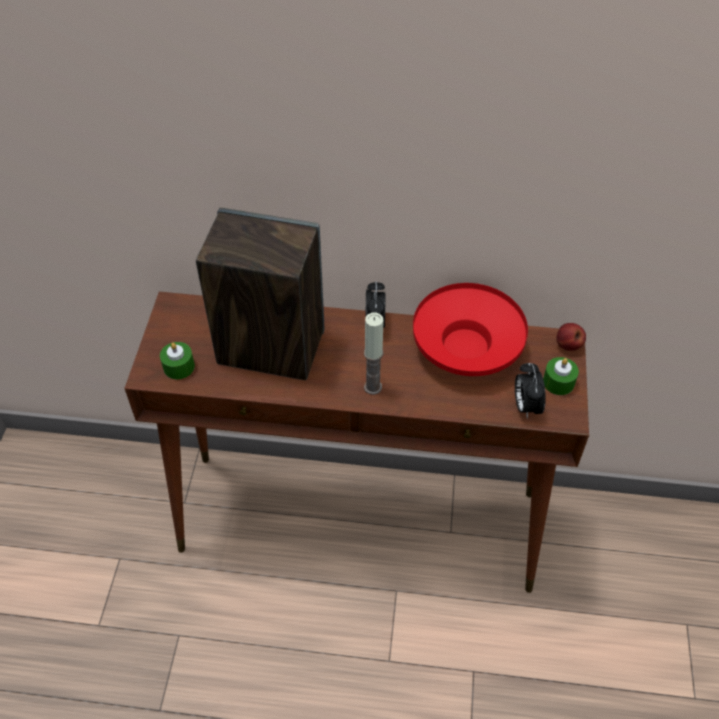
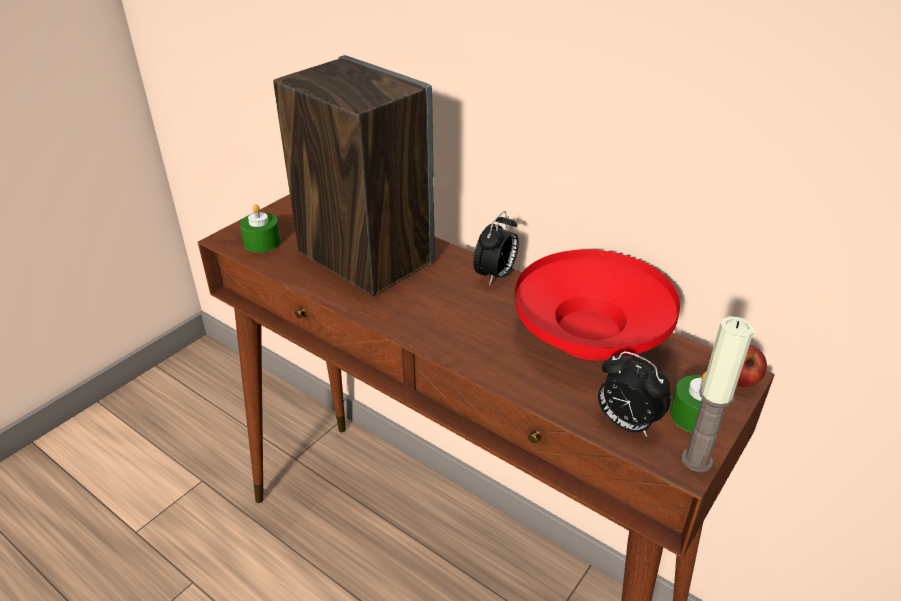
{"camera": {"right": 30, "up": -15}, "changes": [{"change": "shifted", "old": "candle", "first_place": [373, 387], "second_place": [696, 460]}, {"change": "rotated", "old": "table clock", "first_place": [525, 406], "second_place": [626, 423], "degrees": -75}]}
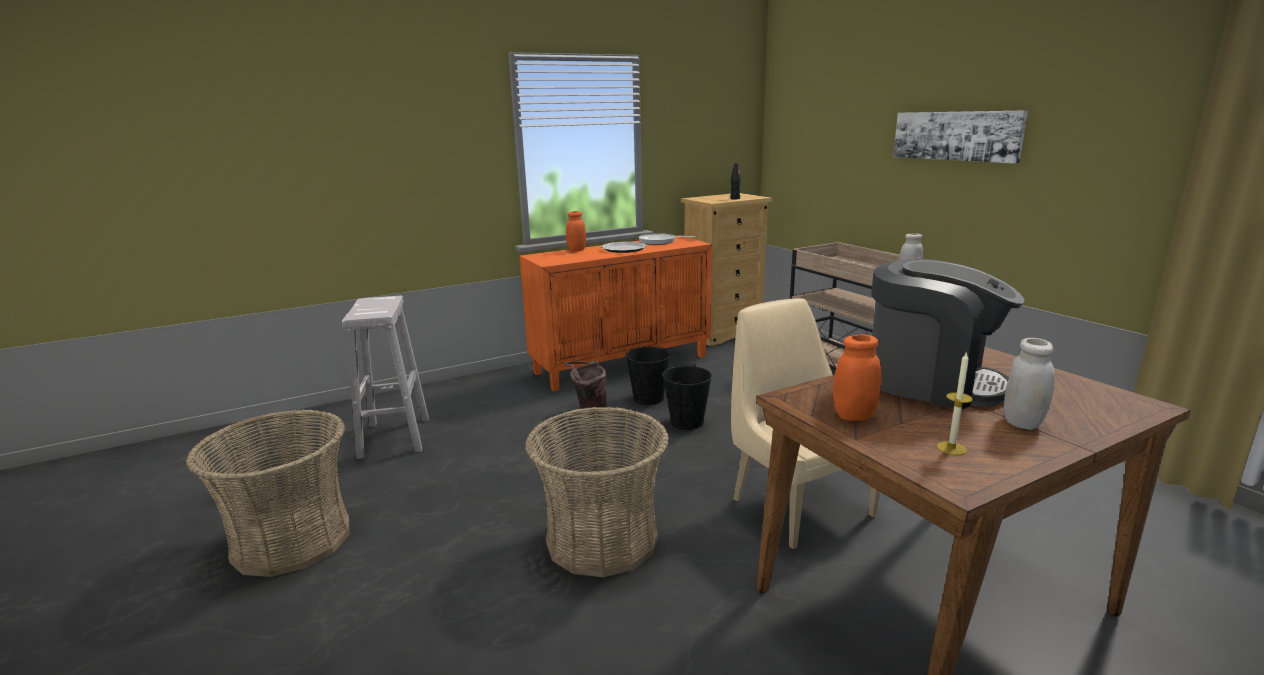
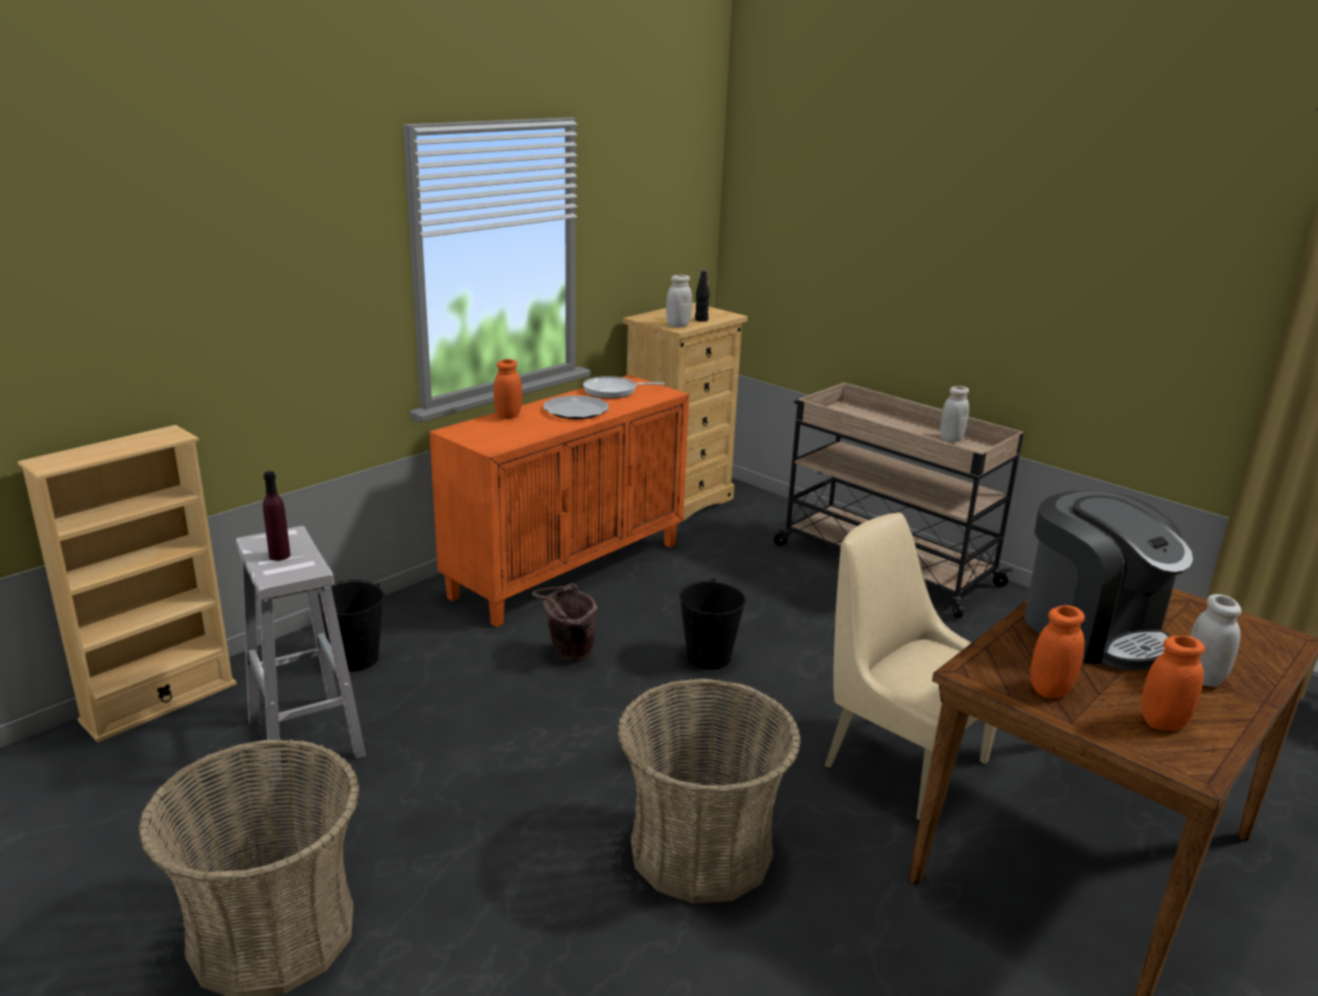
{"camera": {"right": -20, "up": 5}, "changes": [{"change": "gone", "old": "picture", "first_place": [956, 135]}, {"change": "rotated", "old": "coffee machine", "first_place": [931, 383], "second_place": [1092, 630], "degrees": 45}, {"change": "shifted", "old": "bucket in black", "first_place": [649, 398], "second_place": [355, 658]}, {"change": "swapped", "old": "candle", "new": "storage jar in orange-coloured", "first_place": [951, 448], "second_place": [1163, 723]}, {"change": "new", "new": "storage jar in white", "second_place": [678, 325]}, {"change": "new", "new": "shelving unit in beige", "second_place": [159, 702]}, {"change": "new", "new": "drink bottle in purplish", "second_place": [279, 556]}]}
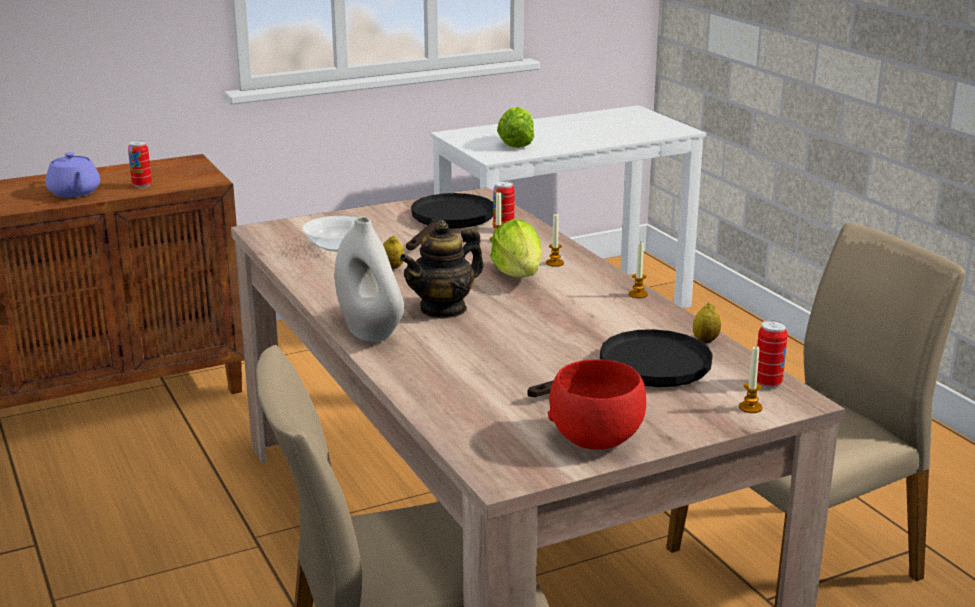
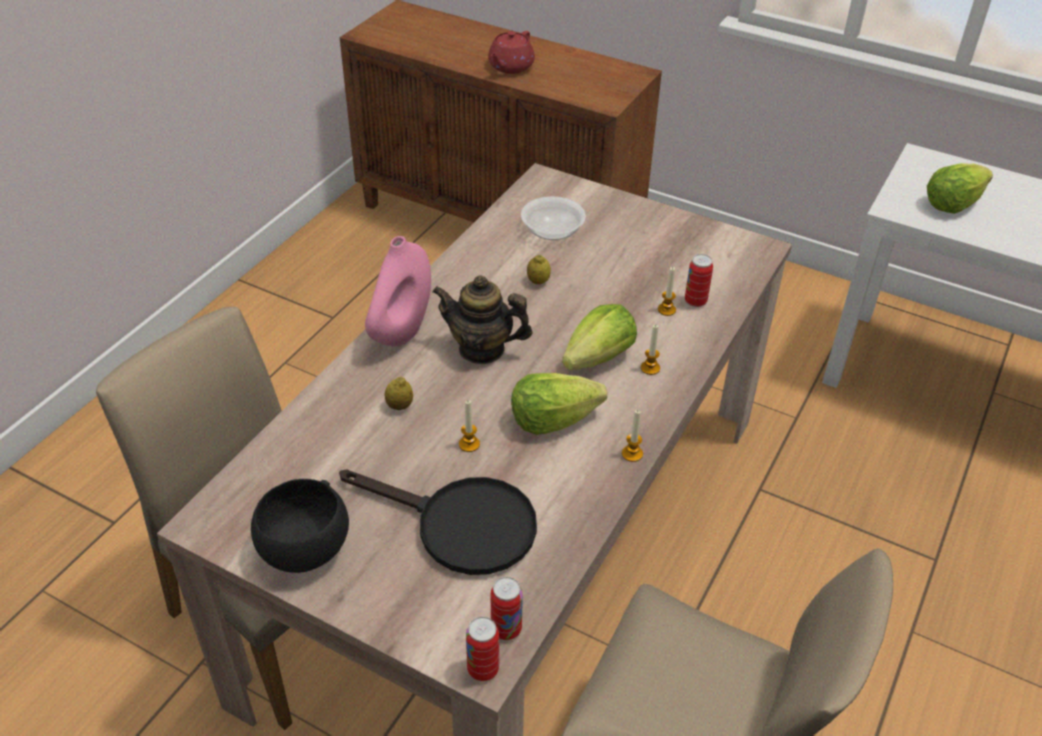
{"camera": {"right": 55, "up": 20}, "changes": [{"change": "shifted", "old": "can", "first_place": [142, 185], "second_place": [483, 669]}, {"change": "repainted", "old": "teapot in purplish", "new": "teapot in reddish", "first_place": [74, 193], "second_place": [510, 67]}, {"change": "gone", "old": "pan in black", "first_place": [449, 221]}, {"change": "repainted", "old": "flower vase in white", "new": "flower vase in pink-coloured", "first_place": [370, 332], "second_place": [401, 332]}, {"change": "shifted", "old": "lemon", "first_place": [705, 340], "second_place": [399, 406]}, {"change": "shifted", "old": "candle", "first_place": [750, 407], "second_place": [469, 444]}, {"change": "repainted", "old": "serving bowl in reddish", "new": "serving bowl in black", "first_place": [596, 439], "second_place": [303, 552]}, {"change": "new", "new": "head of lettuce", "second_place": [552, 420]}]}
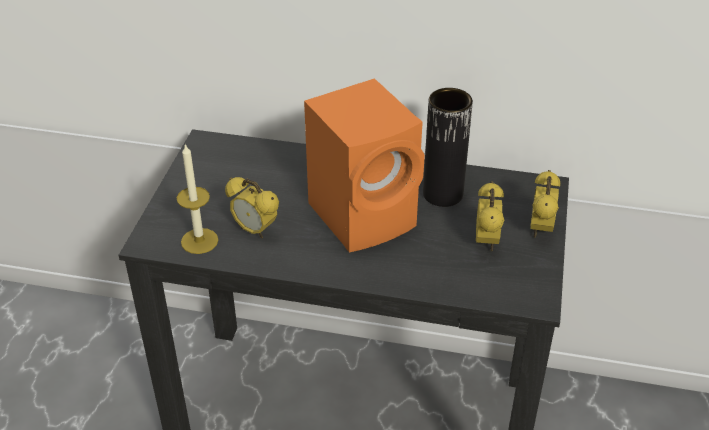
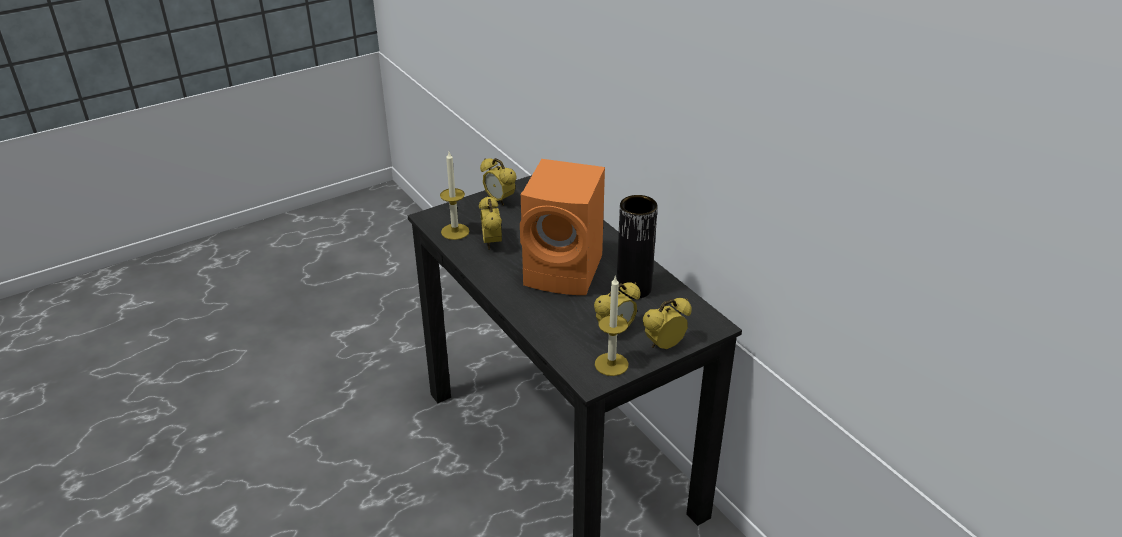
{"camera": {"right": 45, "up": -5}, "changes": [{"change": "new", "new": "table clock", "second_place": [499, 200]}, {"change": "new", "new": "candle", "second_place": [611, 364]}]}
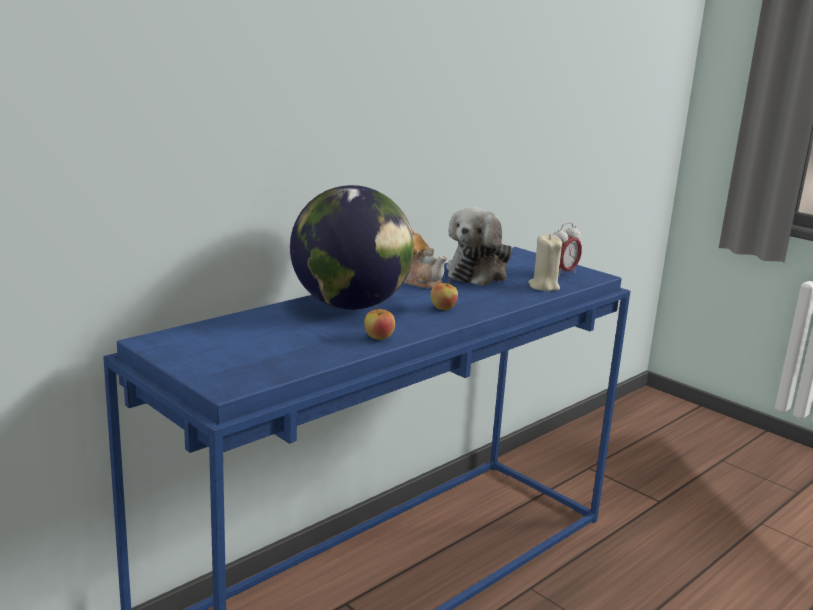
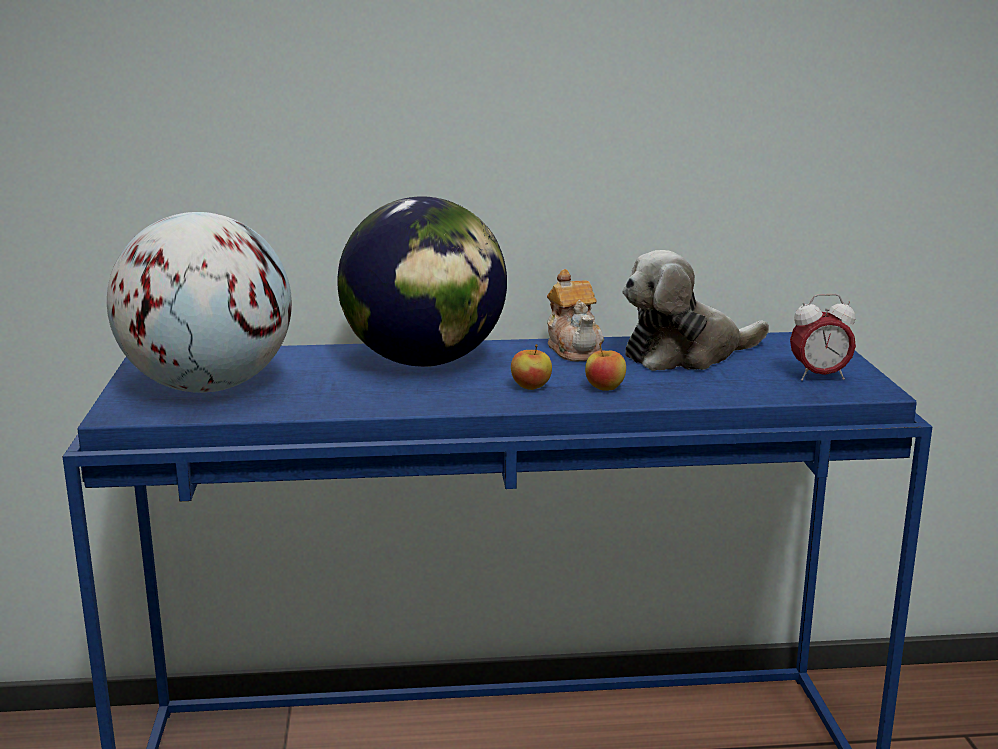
{"camera": {"right": 40, "up": 0}, "changes": [{"change": "gone", "old": "candle in beige", "first_place": [543, 286]}, {"change": "shifted", "old": "apple fruit", "first_place": [379, 338], "second_place": [605, 388]}, {"change": "new", "new": "world globe", "second_place": [207, 387]}]}
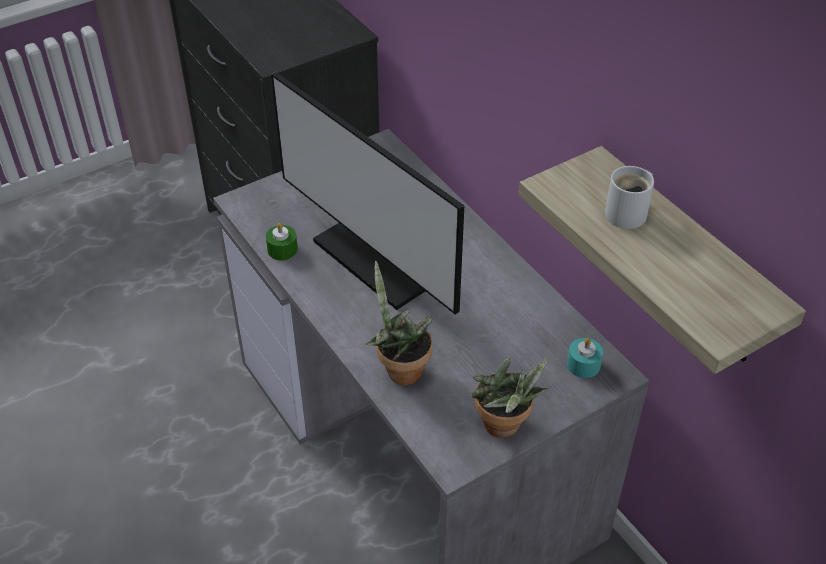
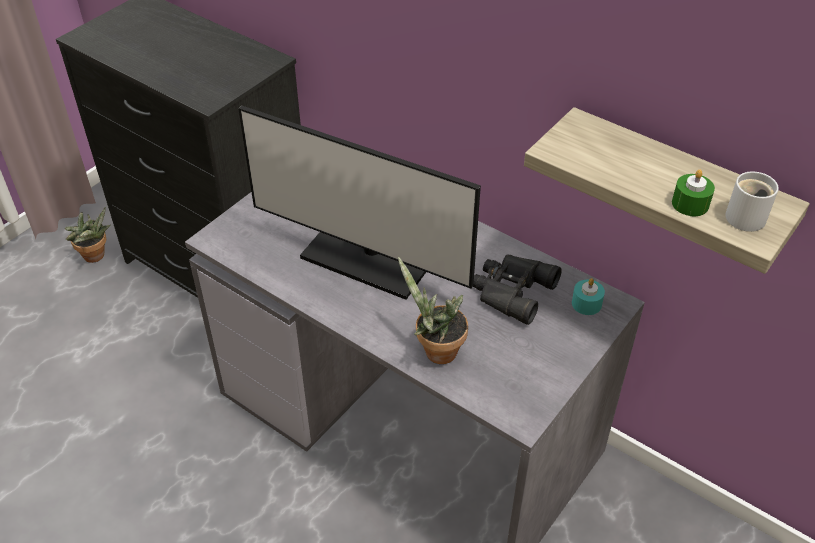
{"camera": {"right": -20, "up": 0}, "changes": [{"change": "shifted", "old": "tea mug in white", "first_place": [629, 213], "second_place": [747, 216]}, {"change": "shifted", "old": "candle in green", "first_place": [282, 249], "second_place": [690, 204]}, {"change": "shifted", "old": "potted plant", "first_place": [504, 428], "second_place": [96, 257]}, {"change": "new", "new": "field glasses in black", "second_place": [510, 291]}]}
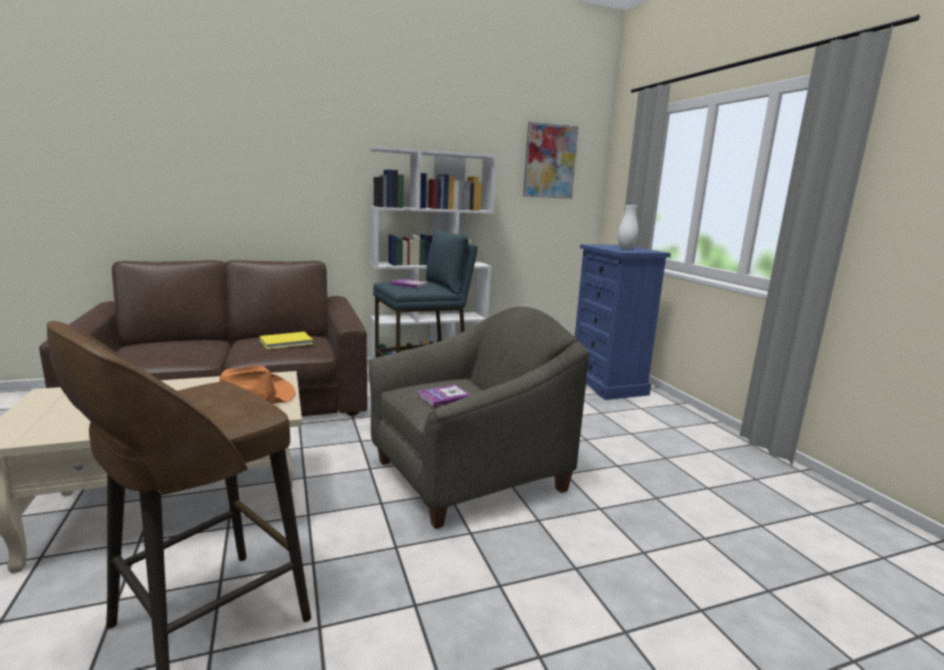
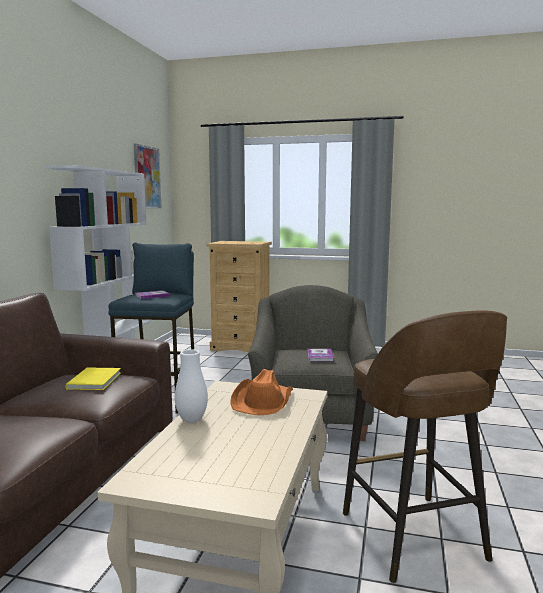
{"camera": {"right": -55, "up": -5}, "changes": [{"change": "shifted", "old": "flower vase in white", "first_place": [626, 249], "second_place": [192, 420]}, {"change": "repainted", "old": "chest of drawers in bluish", "new": "chest of drawers in beige", "first_place": [607, 385], "second_place": [241, 347]}]}
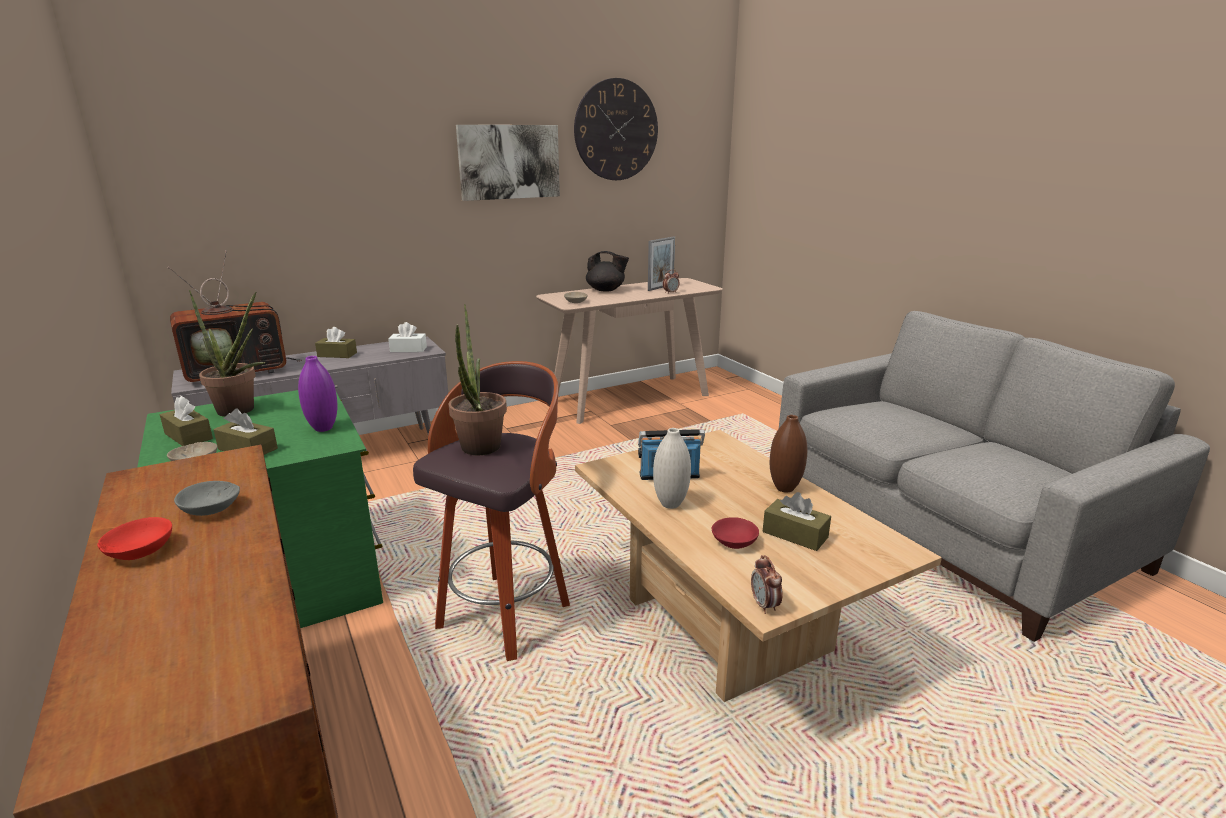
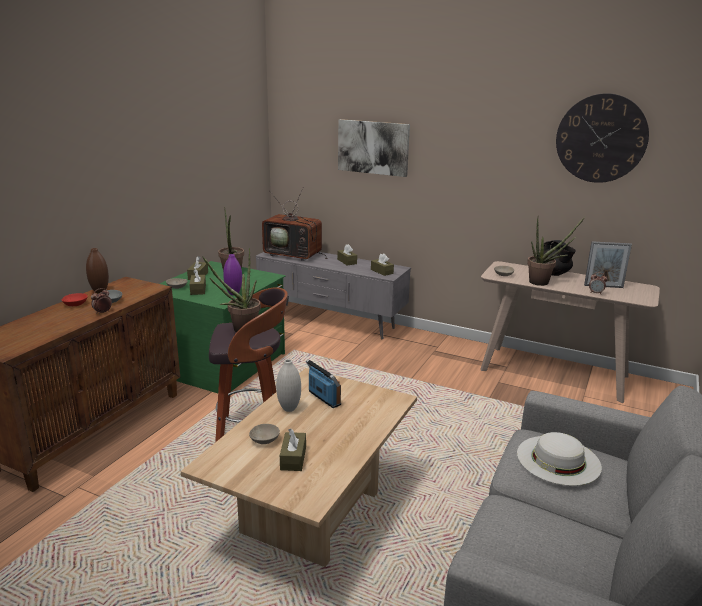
{"camera": {"right": 55, "up": 0}, "changes": [{"change": "shifted", "old": "picture", "first_place": [509, 162], "second_place": [373, 147]}, {"change": "repainted", "old": "tissue box in white", "new": "tissue box in brown-coloured", "first_place": [408, 349], "second_place": [382, 271]}, {"change": "shifted", "old": "flower vase in brown-coloured", "first_place": [784, 488], "second_place": [100, 291]}, {"change": "repainted", "old": "serving bowl in reddish", "new": "serving bowl in beige", "first_place": [736, 542], "second_place": [265, 440]}, {"change": "shifted", "old": "table clock", "first_place": [764, 605], "second_place": [102, 312]}, {"change": "new", "new": "potted plant", "second_place": [543, 283]}, {"change": "new", "new": "clothing hat in white", "second_place": [558, 460]}]}
